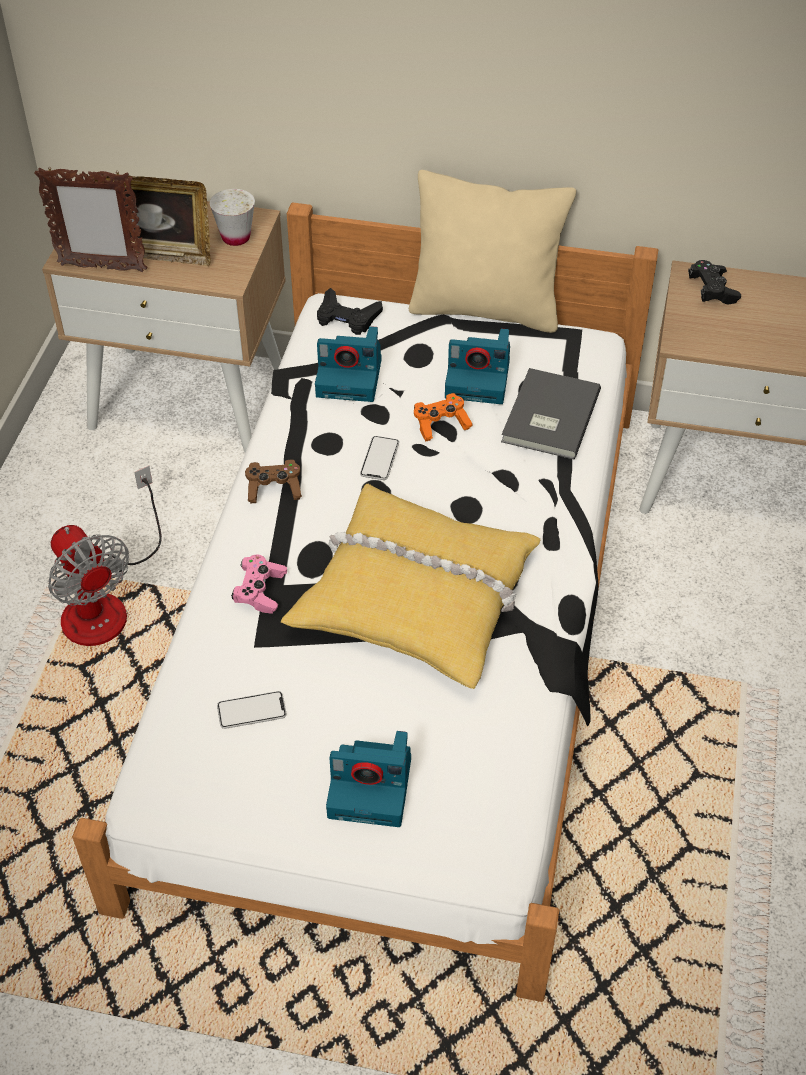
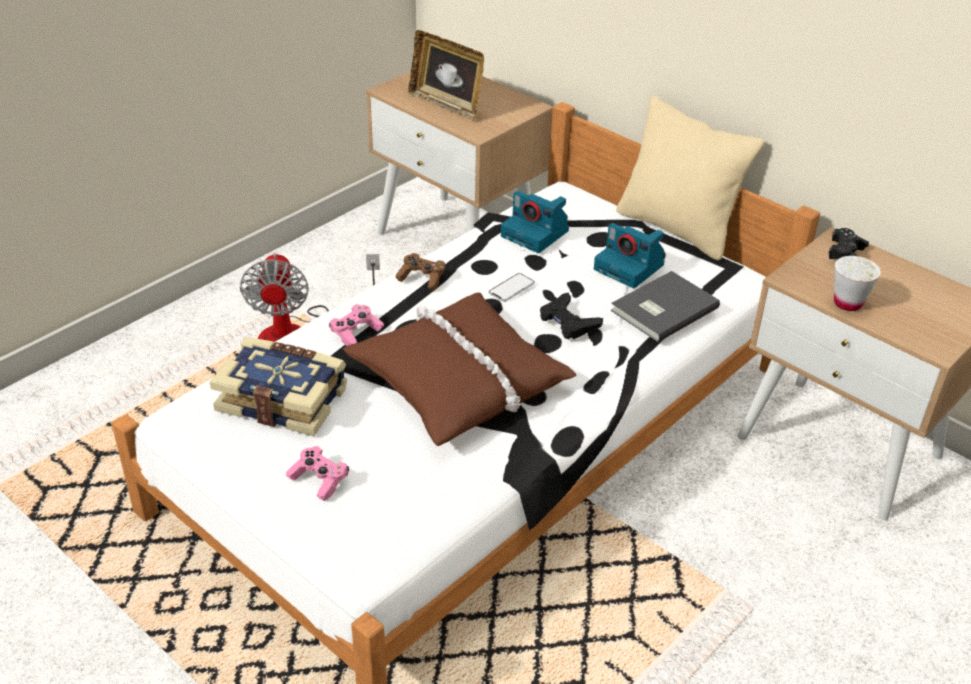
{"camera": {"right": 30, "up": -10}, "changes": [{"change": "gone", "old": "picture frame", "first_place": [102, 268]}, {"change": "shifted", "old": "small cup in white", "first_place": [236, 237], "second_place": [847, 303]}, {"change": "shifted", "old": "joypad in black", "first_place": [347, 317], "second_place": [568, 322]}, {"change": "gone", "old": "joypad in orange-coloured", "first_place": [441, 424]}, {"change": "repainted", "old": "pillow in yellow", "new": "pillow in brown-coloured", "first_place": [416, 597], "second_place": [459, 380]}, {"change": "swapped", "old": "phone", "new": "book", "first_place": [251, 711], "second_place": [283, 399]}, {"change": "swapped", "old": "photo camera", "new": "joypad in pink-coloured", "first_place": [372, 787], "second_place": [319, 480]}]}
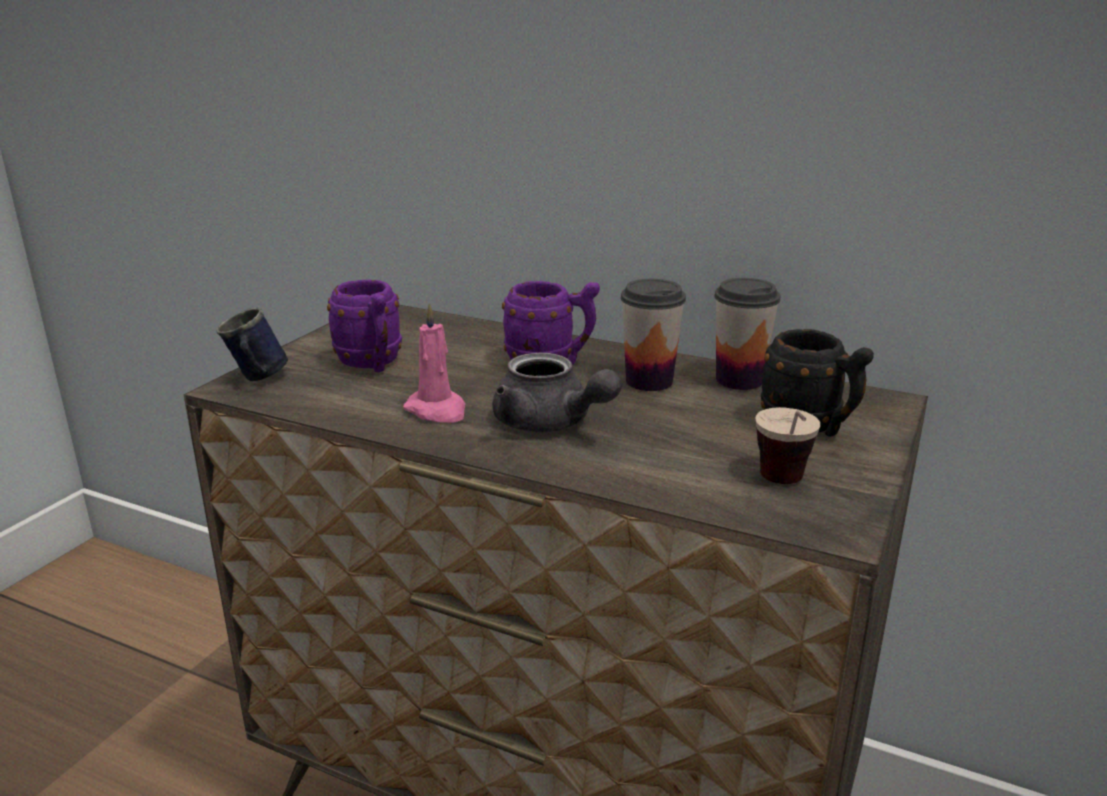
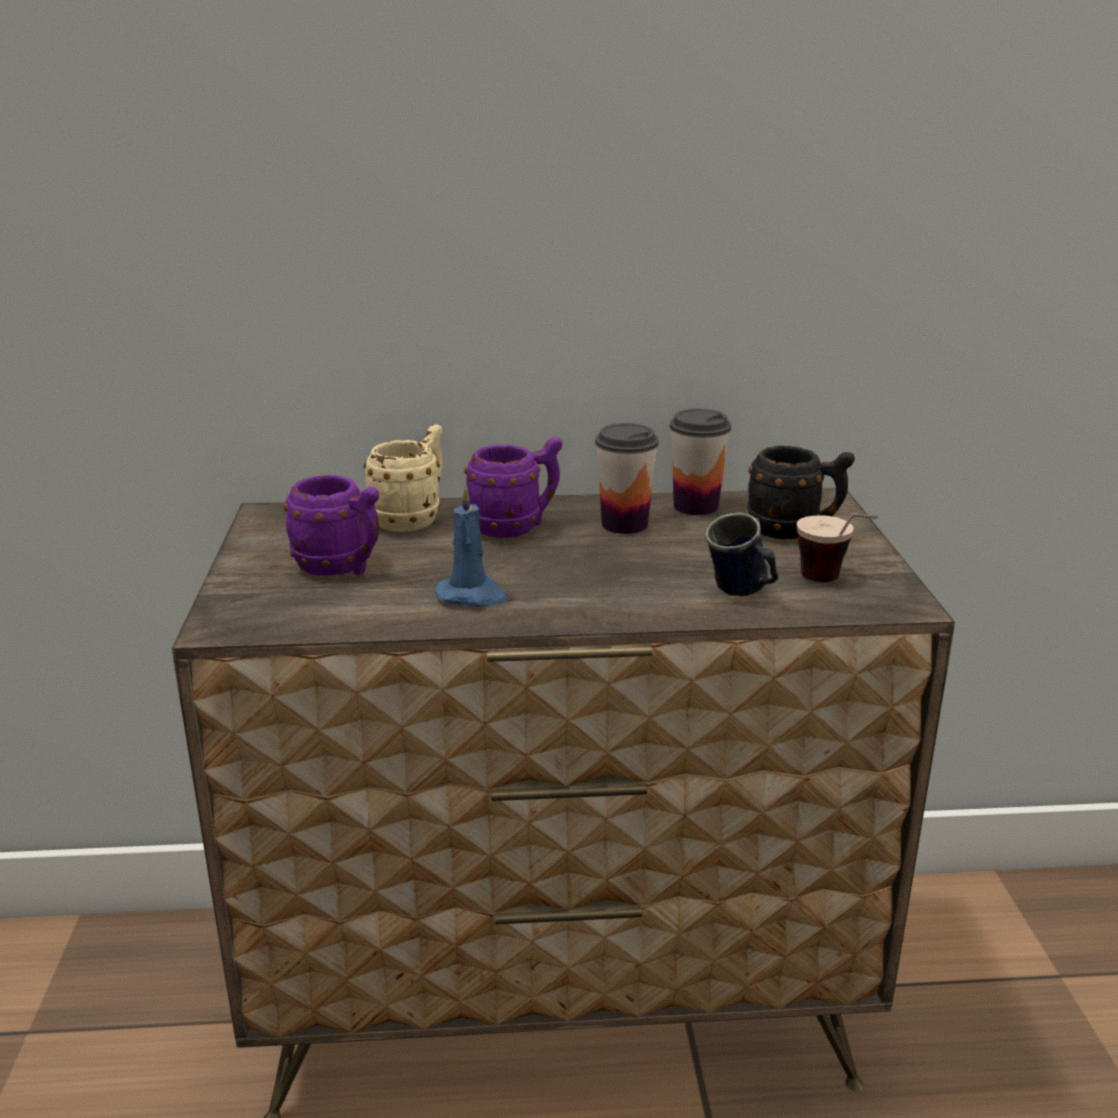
{"camera": {"right": -30, "up": 0}, "changes": [{"change": "repainted", "old": "candle in pink-coloured", "new": "candle in bluish", "first_place": [437, 411], "second_place": [473, 596]}, {"change": "shifted", "old": "tea mug in bluish", "first_place": [257, 380], "second_place": [742, 593]}, {"change": "gone", "old": "teapot in gray", "first_place": [550, 424]}, {"change": "new", "new": "tea mug in beige", "second_place": [413, 519]}]}
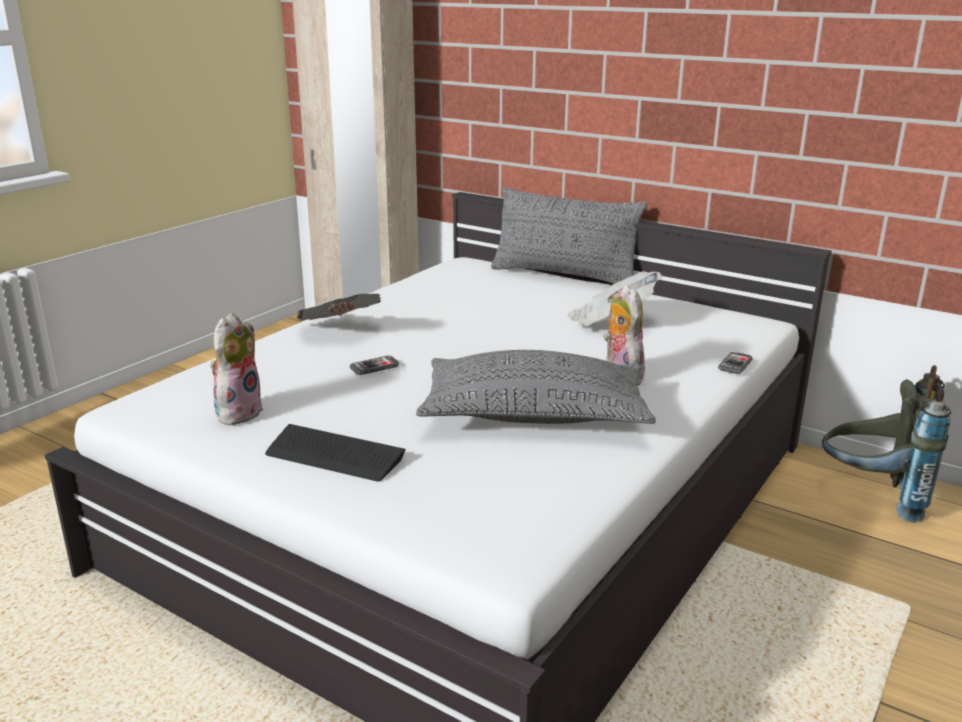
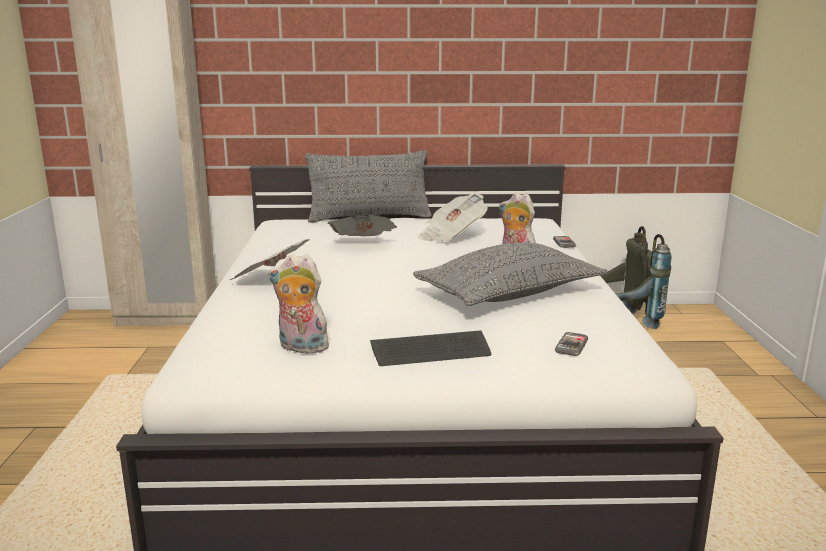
{"camera": {"right": -35, "up": -5}, "changes": [{"change": "rotated", "old": "plush toy", "first_place": [238, 412], "second_place": [300, 348], "degrees": -60}, {"change": "shifted", "old": "phone", "first_place": [374, 367], "second_place": [571, 345]}, {"change": "new", "new": "newspaper", "second_place": [363, 245]}]}
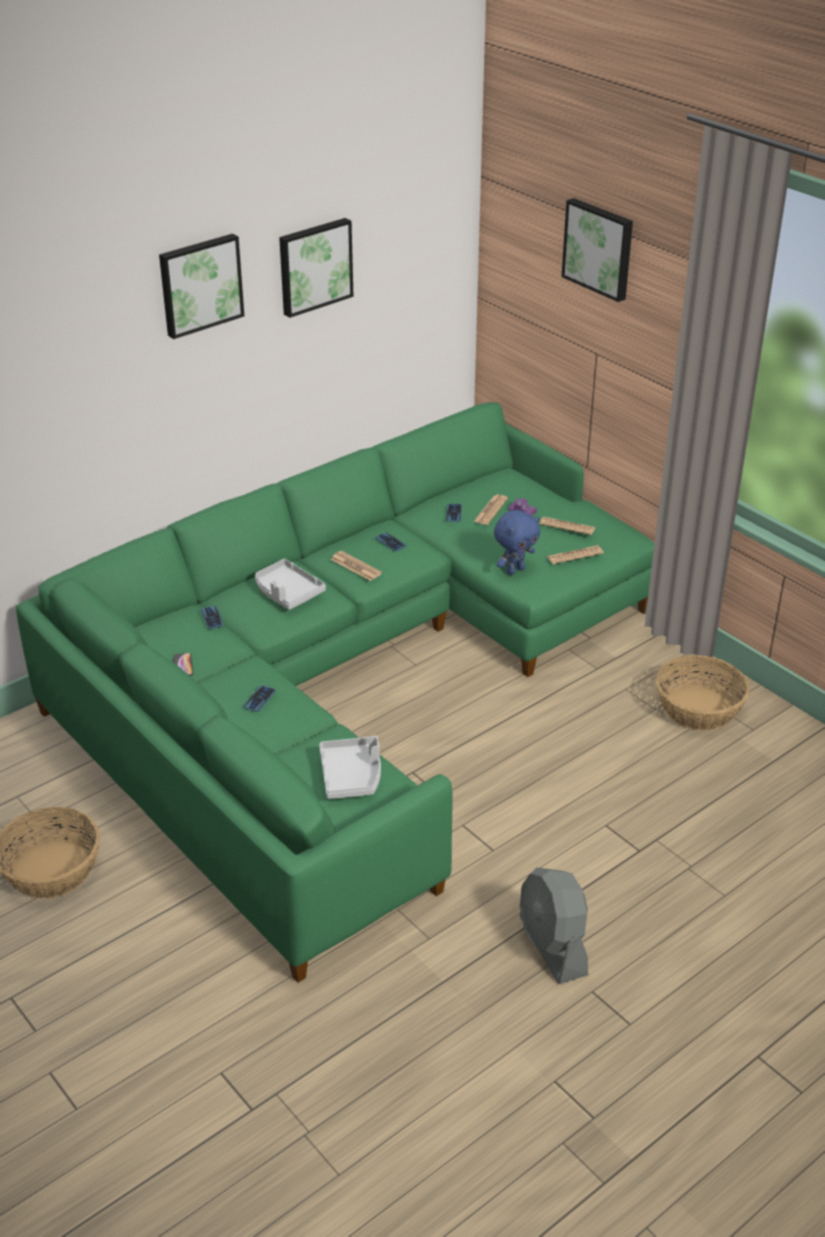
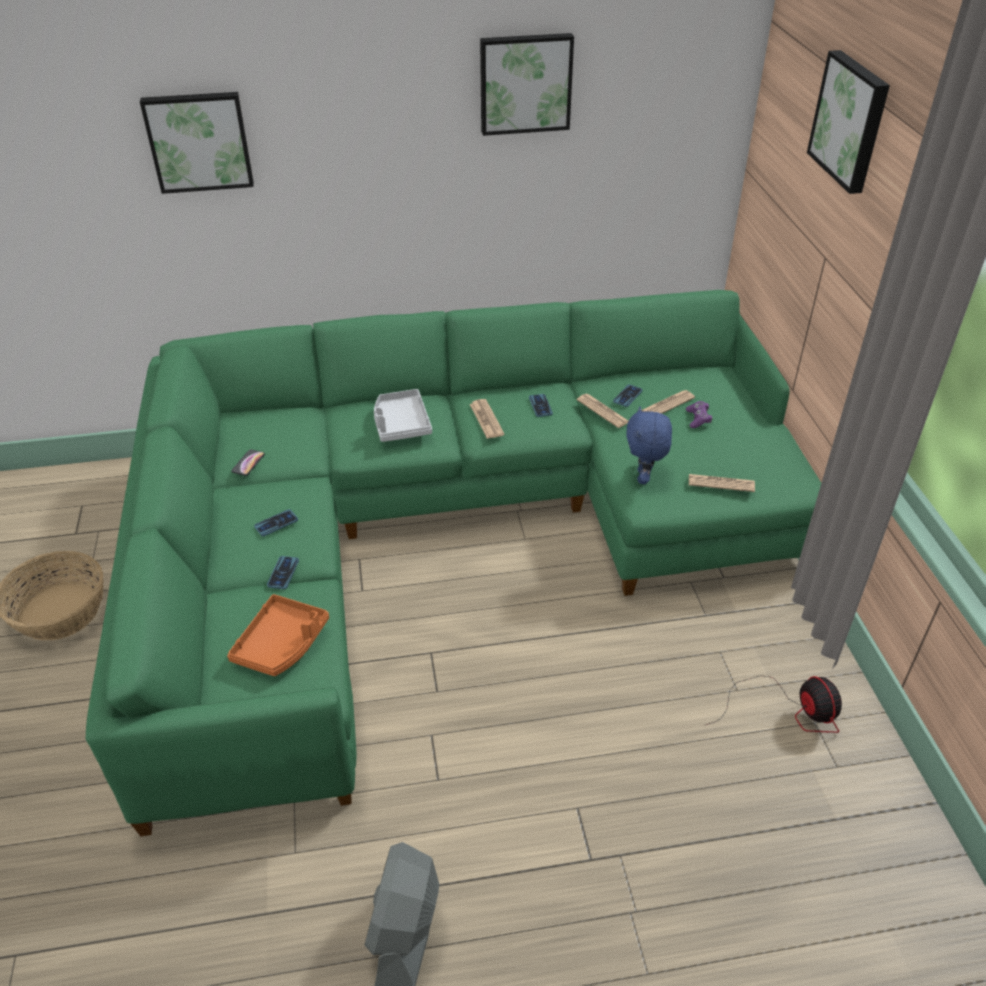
{"camera": {"right": 30, "up": 5}, "changes": [{"change": "shifted", "old": "picture", "first_place": [200, 284], "second_place": [199, 141]}, {"change": "rotated", "old": "plush toy in bluish", "first_place": [515, 570], "second_place": [644, 478], "degrees": 105}, {"change": "shifted", "old": "newspaper", "first_place": [567, 526], "second_place": [602, 411]}, {"change": "shifted", "old": "phone", "first_place": [212, 618], "second_place": [283, 573]}, {"change": "swapped", "old": "household basket", "new": "fan", "first_place": [699, 708], "second_place": [788, 711]}, {"change": "repainted", "old": "carrying tray in gray", "new": "carrying tray in orange-coloured", "first_place": [352, 775], "second_place": [282, 644]}]}
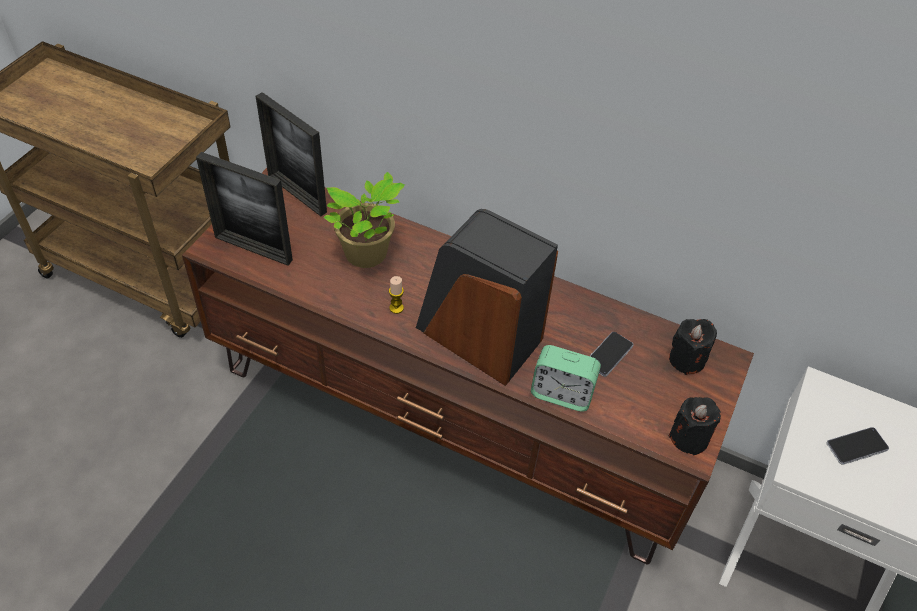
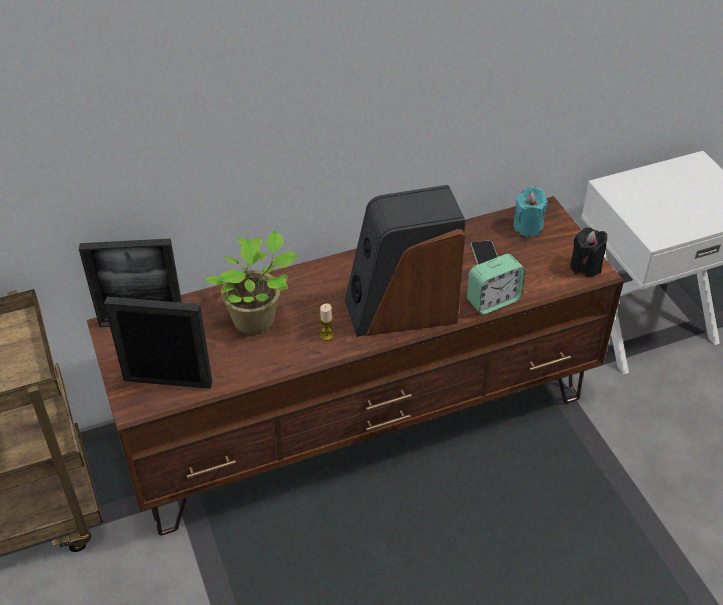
{"camera": {"right": -45, "up": -5}, "changes": [{"change": "rotated", "old": "picture frame", "first_place": [253, 248], "second_place": [168, 381], "degrees": -150}, {"change": "repainted", "old": "candle in black", "new": "candle in turquoise-coloured", "first_place": [687, 359], "second_place": [527, 227]}, {"change": "gone", "old": "phone", "first_place": [856, 446]}]}
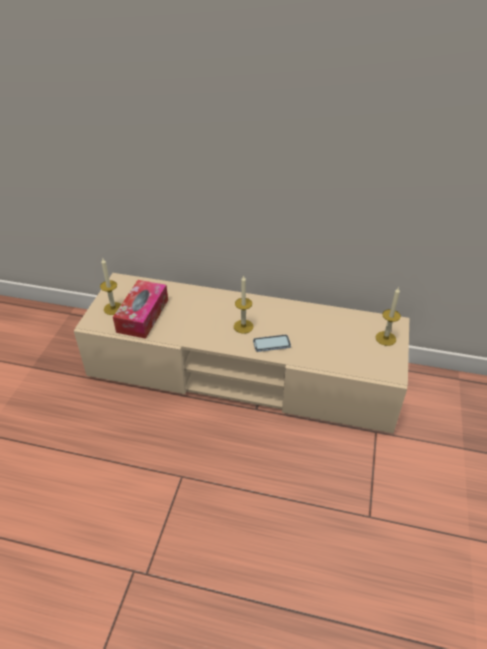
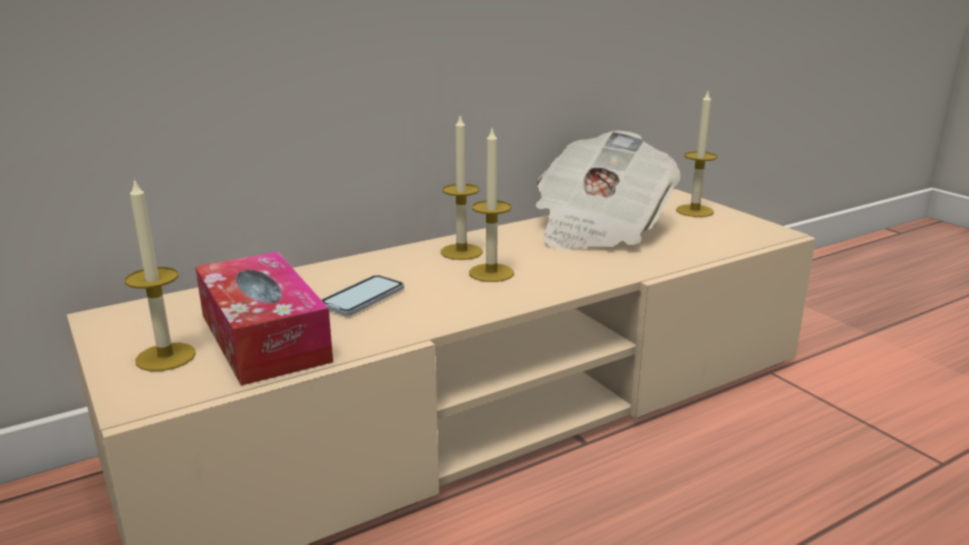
{"camera": {"right": -45, "up": -20}, "changes": [{"change": "shifted", "old": "phone", "first_place": [271, 344], "second_place": [363, 298]}, {"change": "new", "new": "candle", "second_place": [461, 252]}, {"change": "new", "new": "newspaper", "second_place": [598, 228]}]}
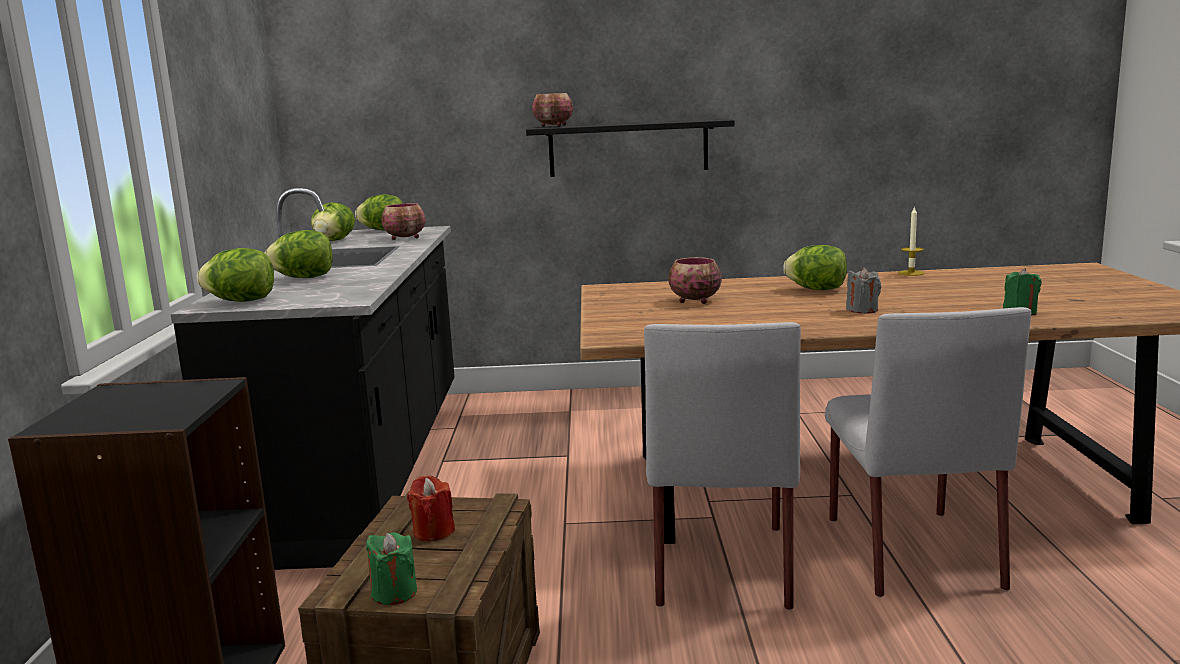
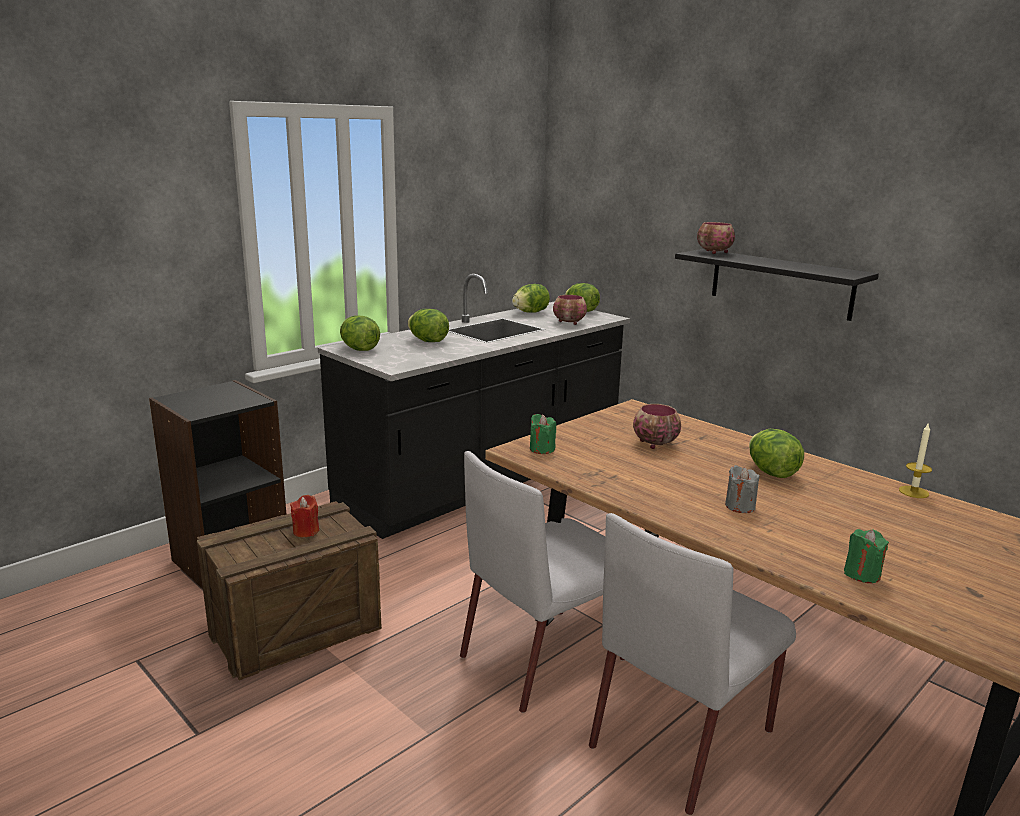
{"camera": {"right": 45, "up": 5}, "changes": [{"change": "shifted", "old": "candle in green", "first_place": [394, 593], "second_place": [542, 449]}]}
